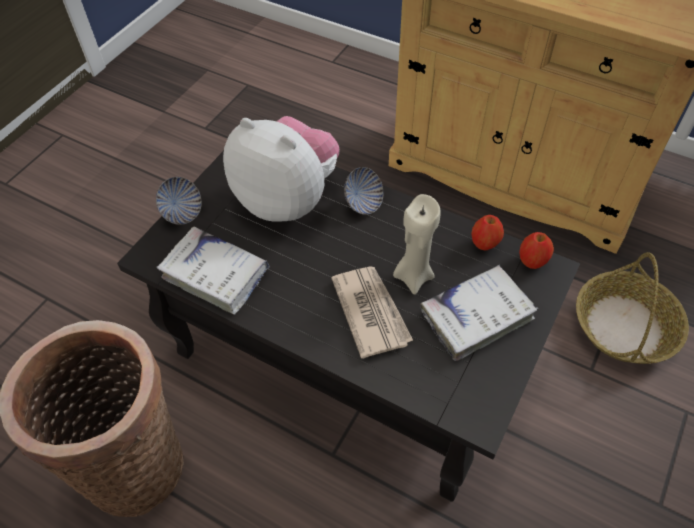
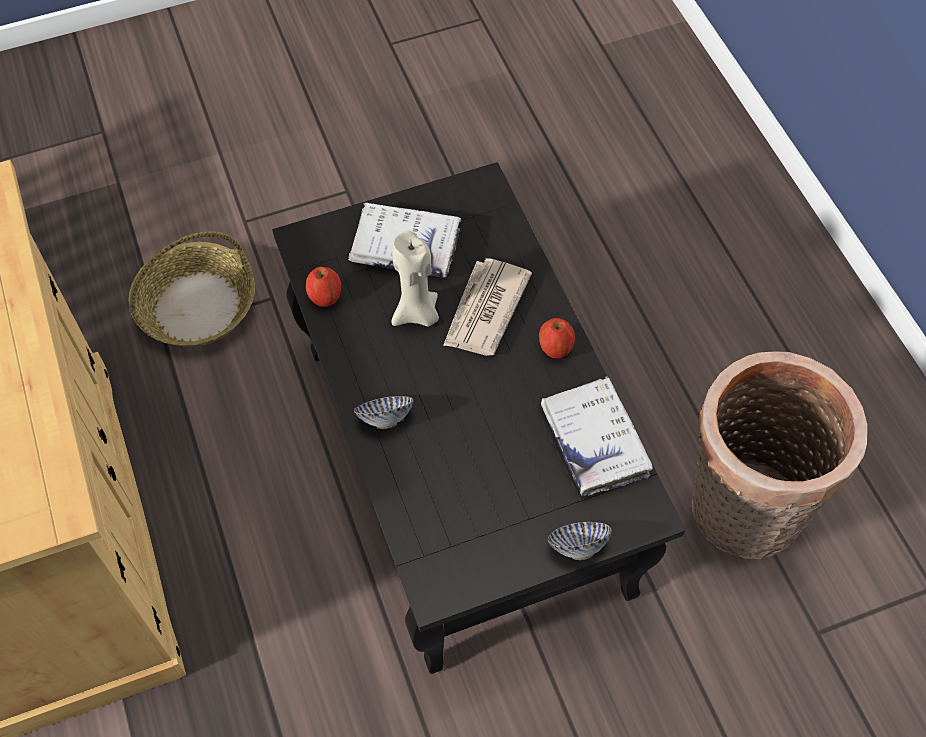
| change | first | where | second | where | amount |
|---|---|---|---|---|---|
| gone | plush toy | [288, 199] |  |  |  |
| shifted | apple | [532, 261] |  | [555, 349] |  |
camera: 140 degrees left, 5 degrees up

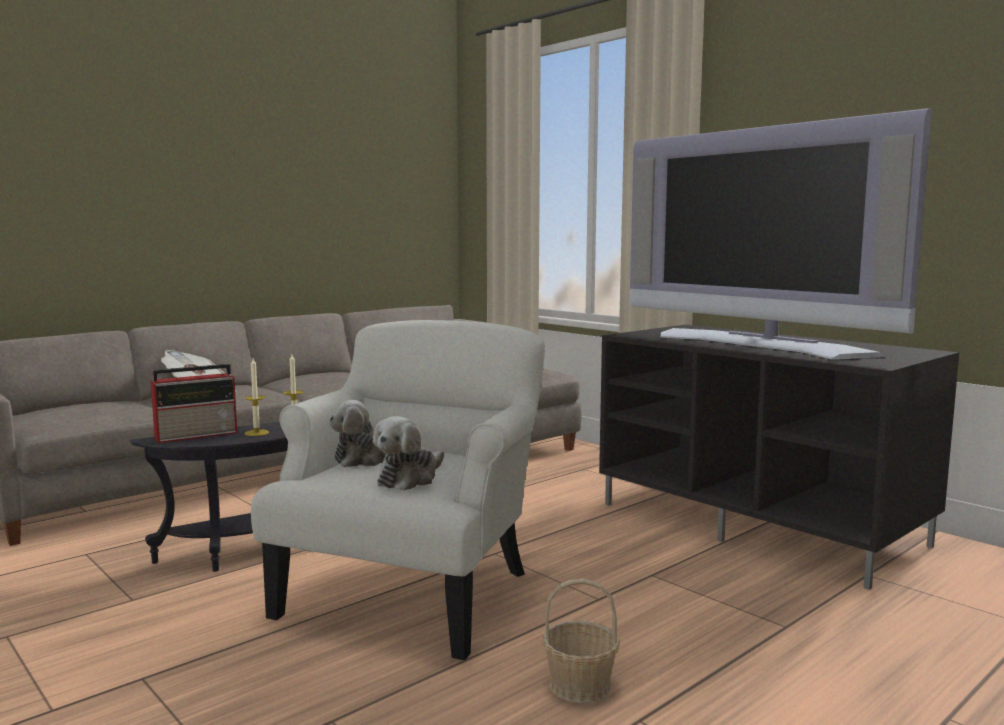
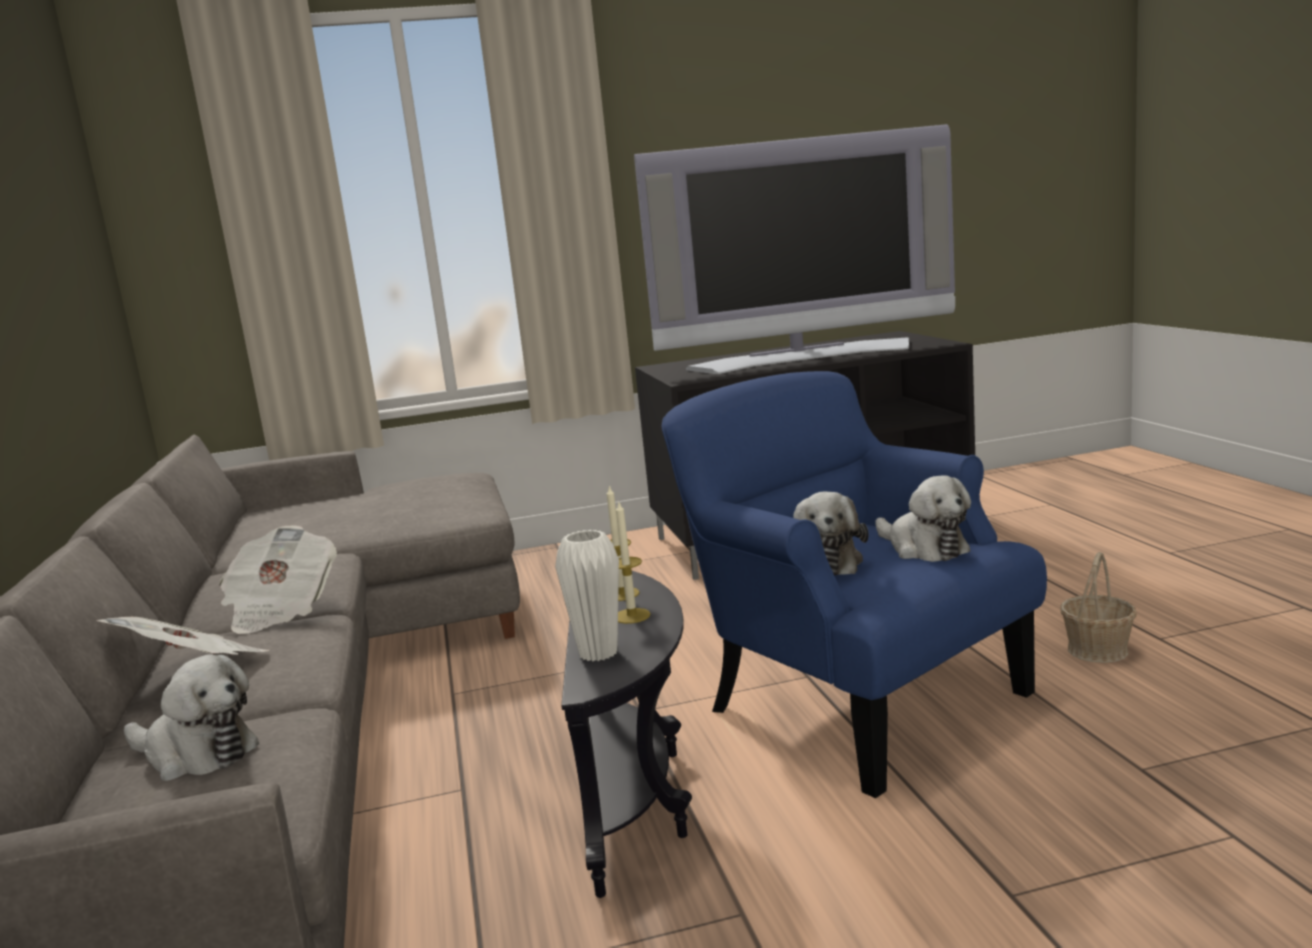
| change | first | where | second | where | amount |
|---|---|---|---|---|---|
| repainted | armchair in white | [413, 592] | armchair in blue | [856, 701] |  |
| swapped | radio | [198, 435] | vase in white | [598, 653] |  |
| new |  |  | newspaper | [280, 609] |  |
| new |  |  | plush toy | [196, 754] |  |
camera: 60 degrees left, 5 degrees up

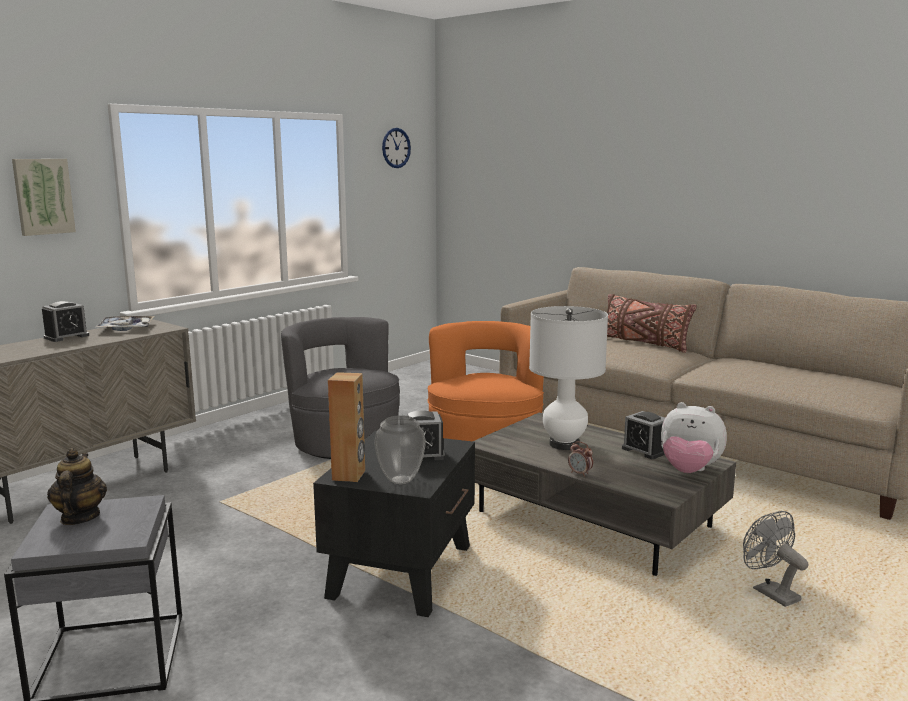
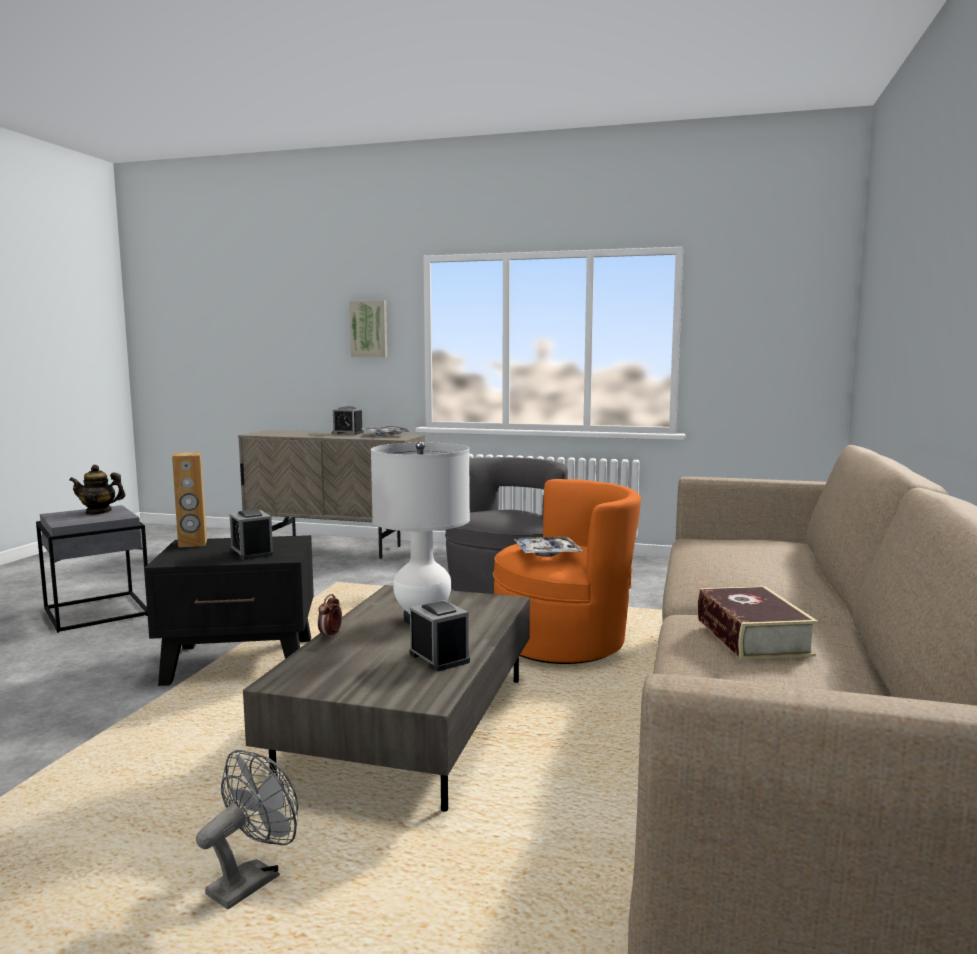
| change | first | where | second | where | amount |
|---|---|---|---|---|---|
| gone | wall clock | [396, 148] |  |  |  |
| gone | pillow in brown | [644, 343] |  |  |  |
| gone | plush toy | [689, 471] |  |  |  |
| rotated | alarm clock | [644, 450] |  | [439, 657] | 120 degrees clockwise |
| gone | vase | [400, 480] |  |  |  |
| rotated | teapot | [79, 517] |  | [99, 512] | 150 degrees counterclockwise |
| new |  |  | tray | [547, 553] |  |
| new |  |  | book | [752, 636] |  |
camera: 65 degrees right, 5 degrees down

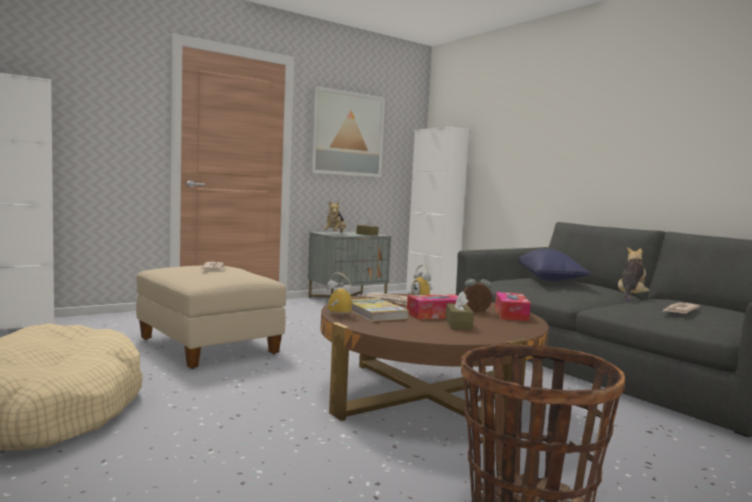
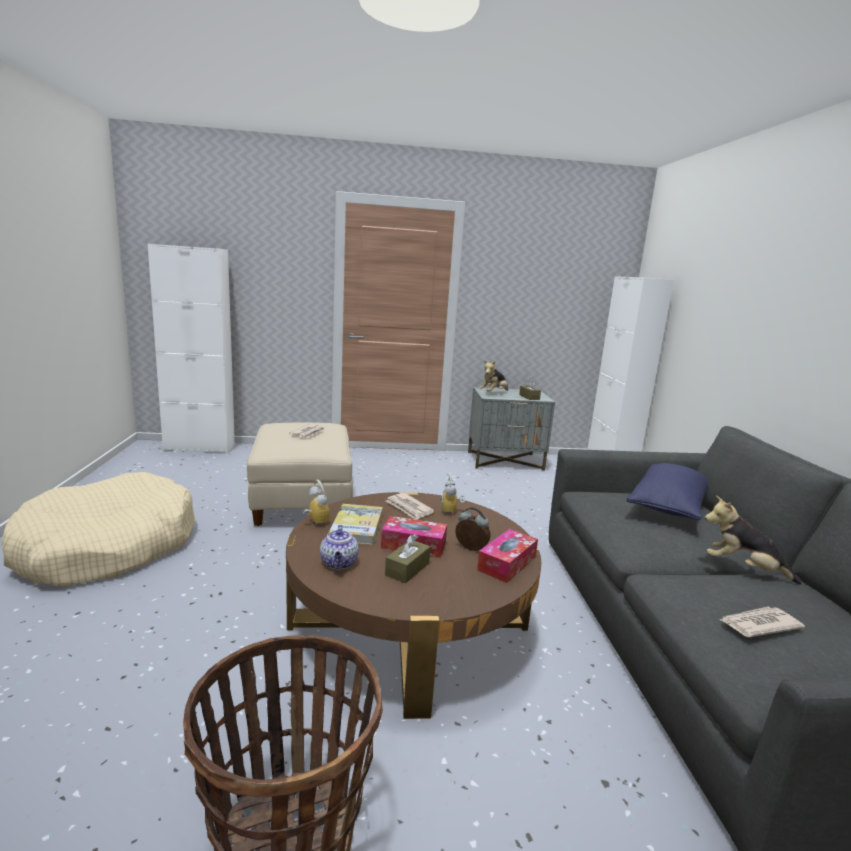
| change | first | where | second | where | amount |
|---|---|---|---|---|---|
| gone | picture | [347, 134] |  |  |  |
| rotated | plush toy | [631, 297] |  | [743, 569] | 120 degrees counterclockwise |
| new |  |  | teapot | [339, 563] |  |
camera: 30 degrees right, 10 degrees up

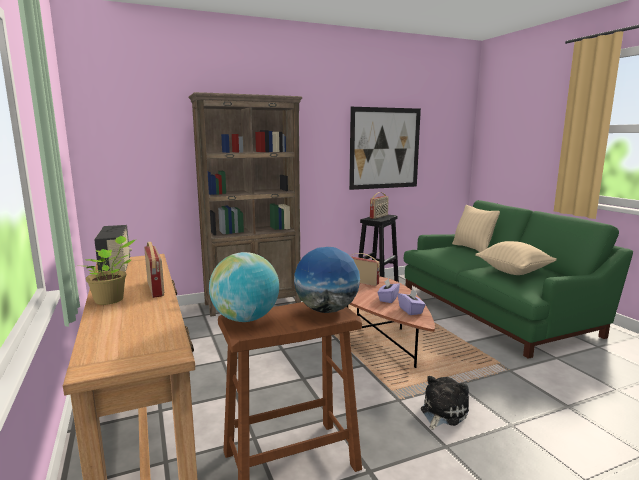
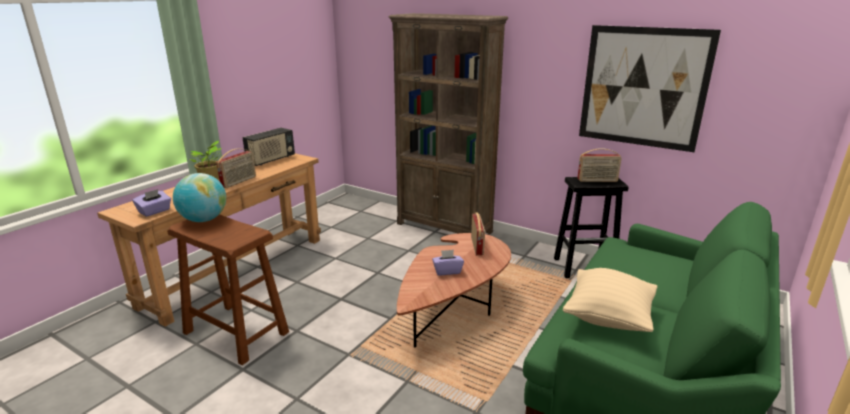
| change | first | where | second | where | amount |
|---|---|---|---|---|---|
| gone | pillow in beige | [472, 248] |  |  |  |
| gone | globe | [327, 310] |  |  |  |
| shifted | tissue box in purple | [411, 310] |  | [155, 211] |  |
| gone | plush toy | [442, 412] |  |  |  |
camera: 55 degrees right, 10 degrees up

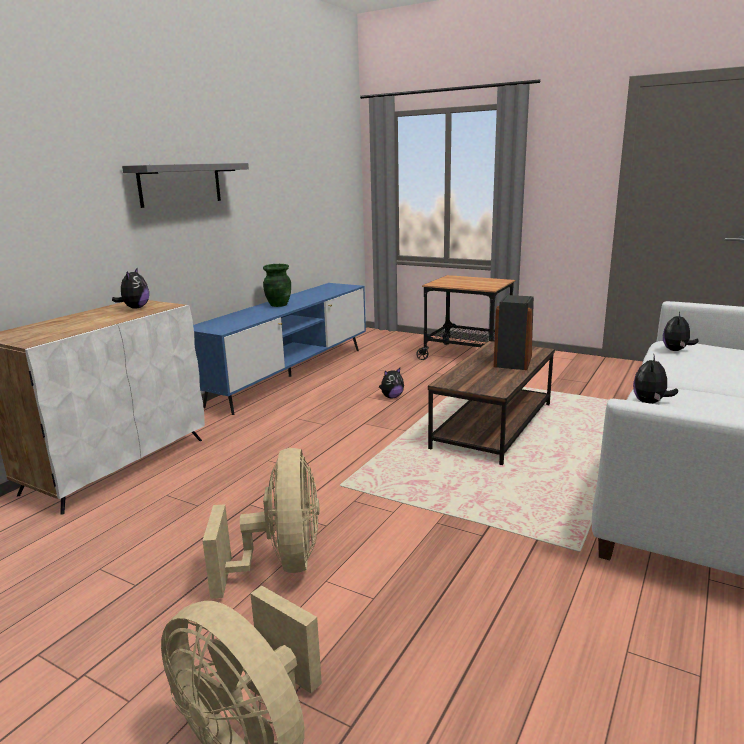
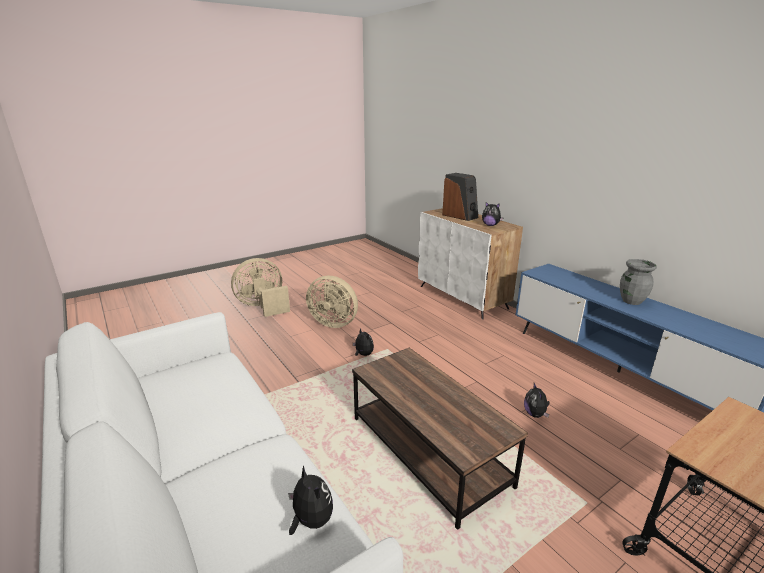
| change | first | where | second | where | amount |
|---|---|---|---|---|---|
| gone | shelf in grey | [180, 184] |  |  |  |
| repainted | vase in green | [278, 305] | vase in grey | [631, 301] |  |
| shifted | speaker | [514, 361] |  | [460, 216] |  |
| shifted | plush toy | [650, 403] |  | [363, 354] |  |
camera: 115 degrees right, 5 degrees up

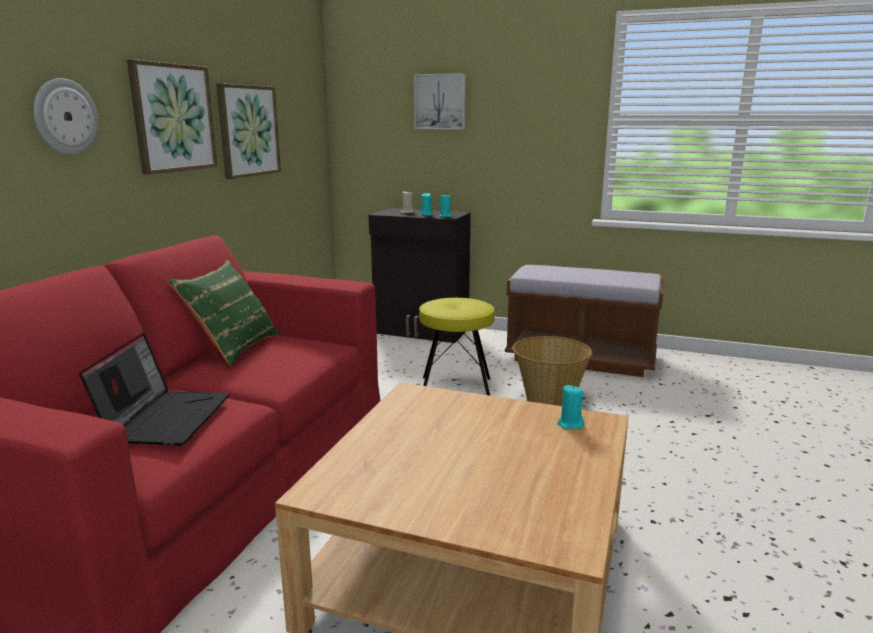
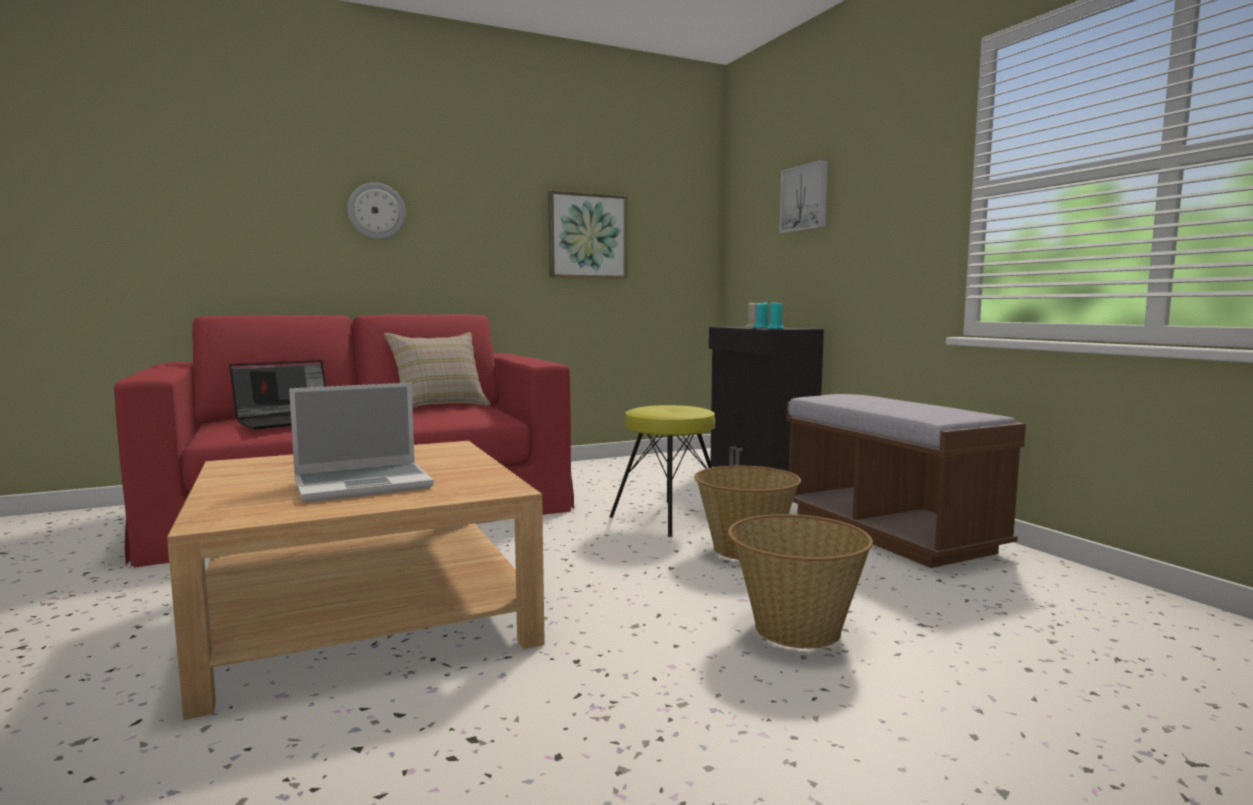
| change | first | where | second | where | amount |
|---|---|---|---|---|---|
| gone | picture | [173, 118] |  |  |  |
| repainted | pillow in green | [233, 347] | pillow in beige | [439, 406] |  |
| gone | candle in turquoise | [570, 424] |  |  |  |
| new |  |  | laptop | [364, 484] |  |
| new |  |  | basket | [795, 629] |  |
camera: 45 degrees right, 10 degrees down

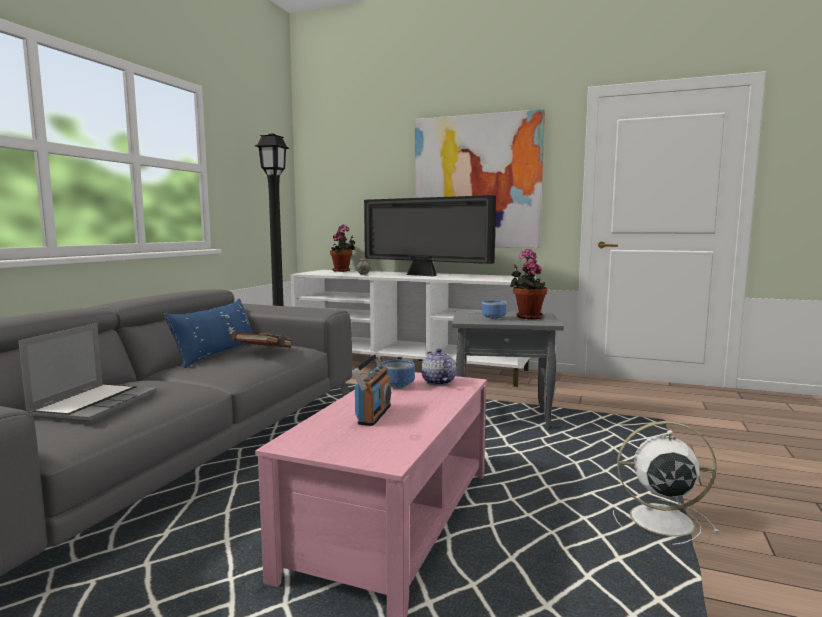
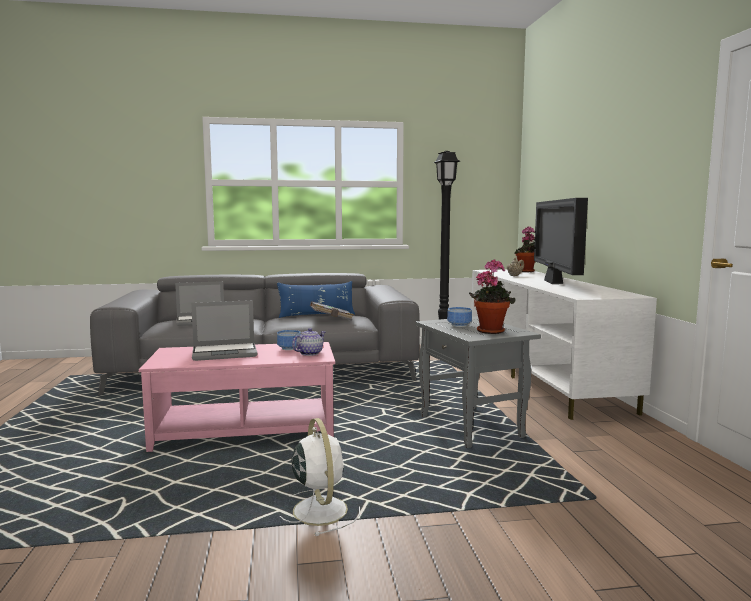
| change | first | where | second | where | amount |
|---|---|---|---|---|---|
| gone | picture | [476, 182] |  |  |  |
| repainted | book in brown | [264, 352] | book in grey | [331, 319] |  |
| swapped | radio | [373, 414] | laptop | [225, 353] |  |
camera: 60 degrees right, 0 degrees up

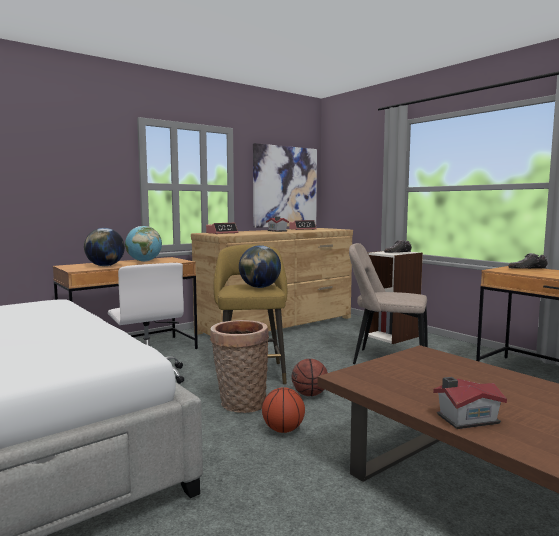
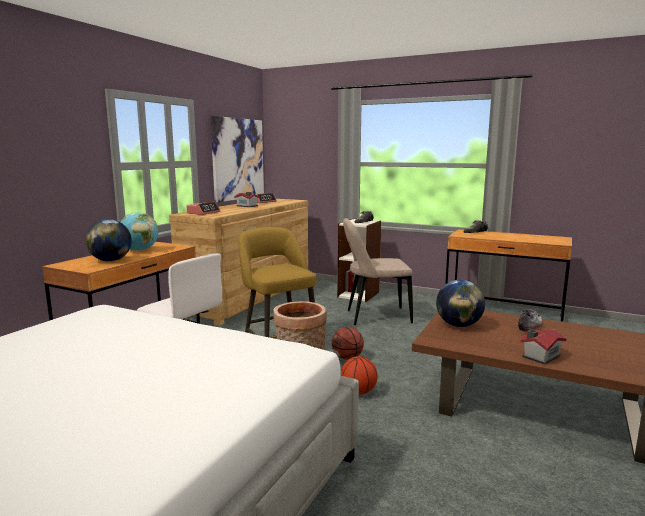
| change | first | where | second | where | amount |
|---|---|---|---|---|---|
| shifted | globe | [260, 287] |  | [458, 325] |  |
| new |  |  | shoe | [530, 326] |  |
camera: 25 degrees left, 5 degrees up

